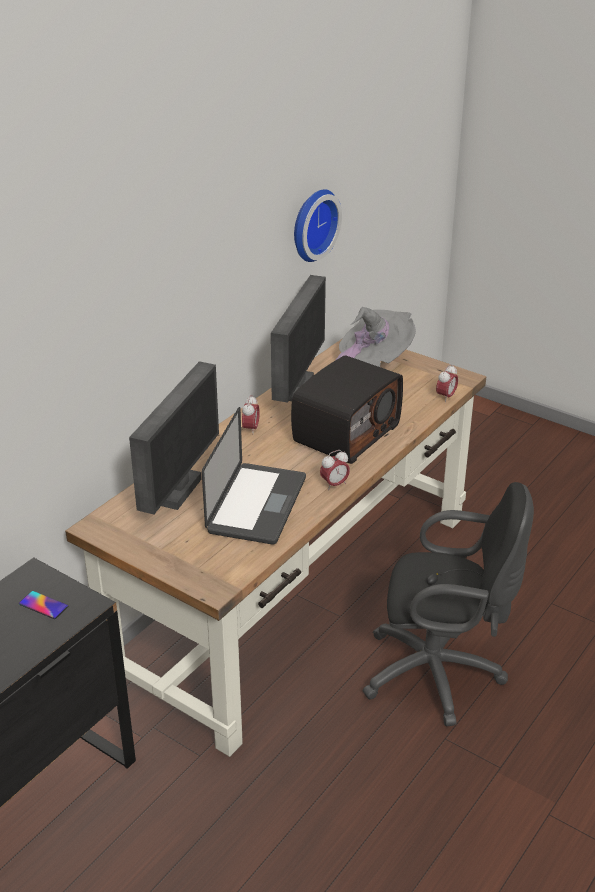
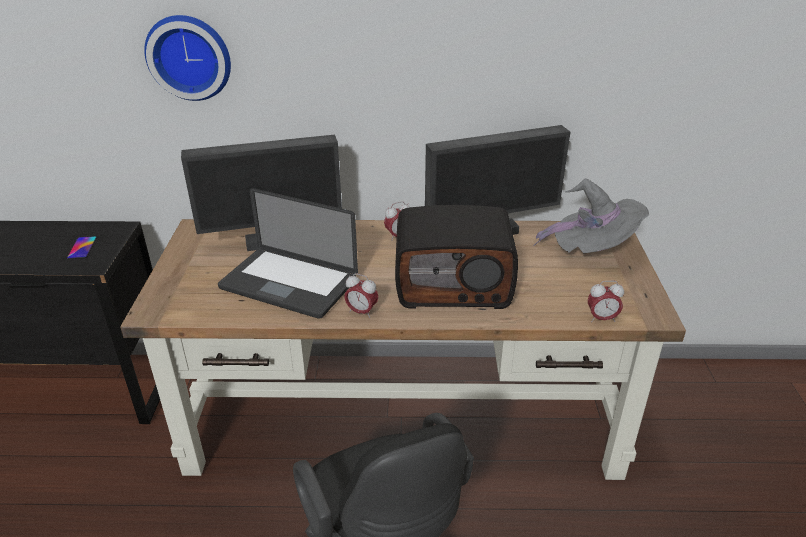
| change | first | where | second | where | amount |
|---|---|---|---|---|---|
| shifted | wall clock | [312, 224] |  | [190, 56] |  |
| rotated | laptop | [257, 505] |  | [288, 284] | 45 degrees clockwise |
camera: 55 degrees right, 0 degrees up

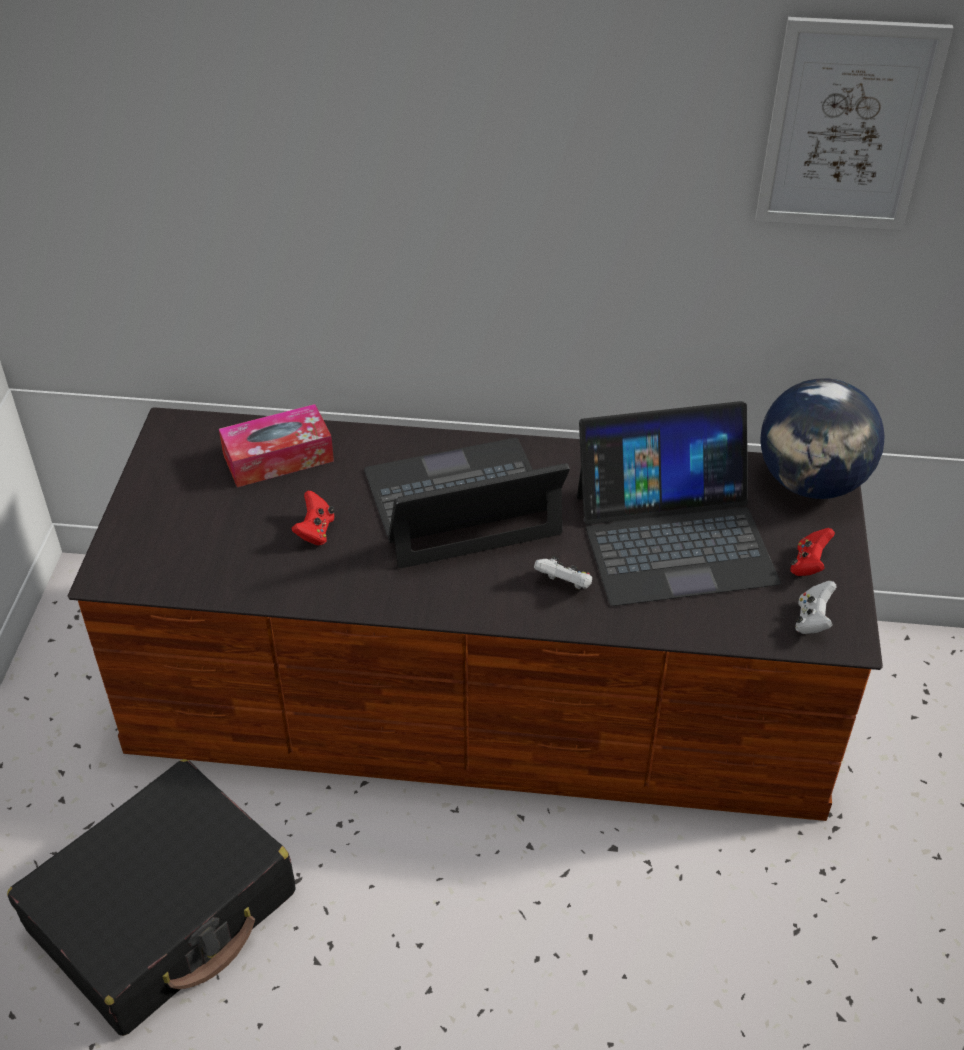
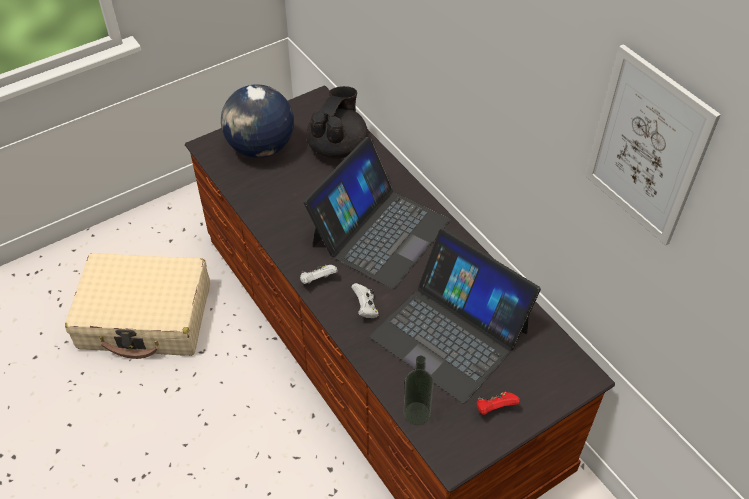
| change | first | where | second | where | amount |
|---|---|---|---|---|---|
| shifted | globe | [811, 483] |  | [260, 148] |  |
| swapped | tissue box | [278, 458] | teapot in black | [338, 147] |  |
| rotated | laptop | [461, 504] |  | [379, 232] | 90 degrees clockwise |
| gone | game controller in red | [315, 531] |  |  |  |
| shifted | game controller in white | [812, 620] |  | [317, 280] |  |
| repainted | suitcase in black | [164, 911] | suitcase in beige | [146, 317] |  |
| new |  |  | bottle | [416, 413] |  |
camera: 50 degrees right, 5 degrees up

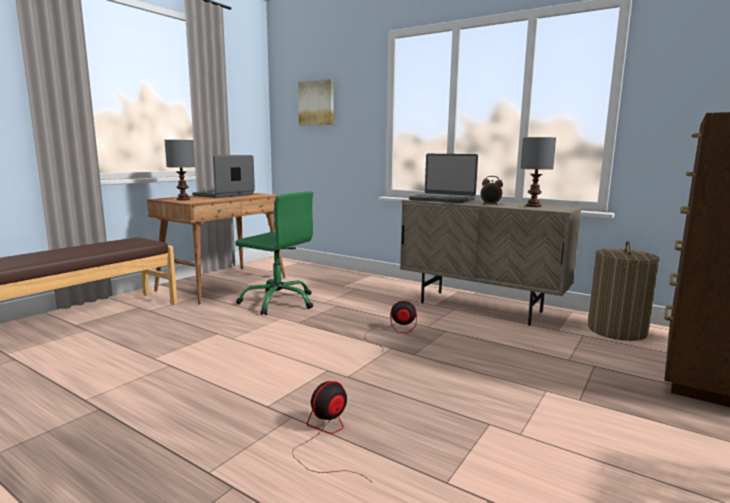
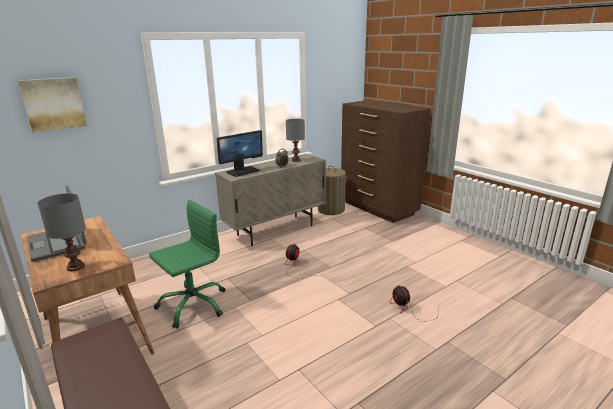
| change | first | where | second | where | amount |
|---|---|---|---|---|---|
| swapped | laptop | [442, 199] | monitor | [243, 171] |  |
camera: 70 degrees left, 10 degrees up

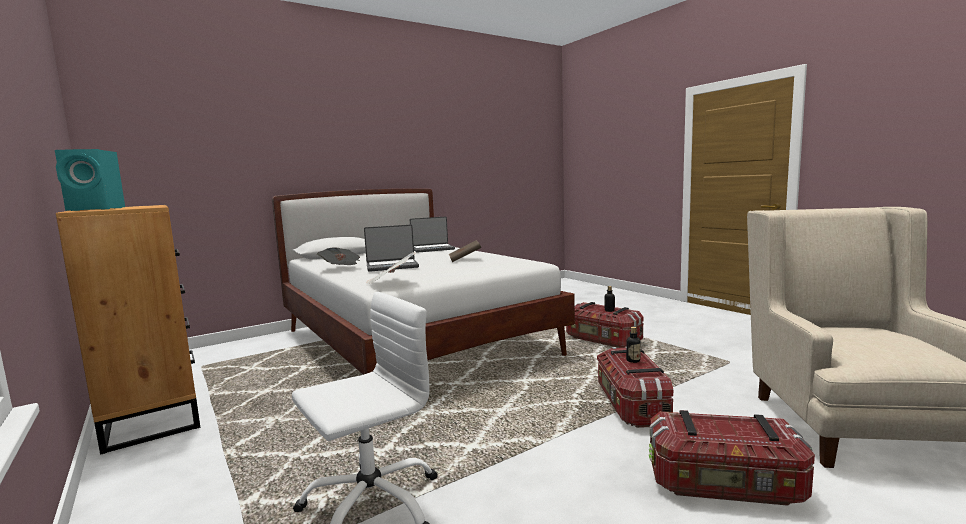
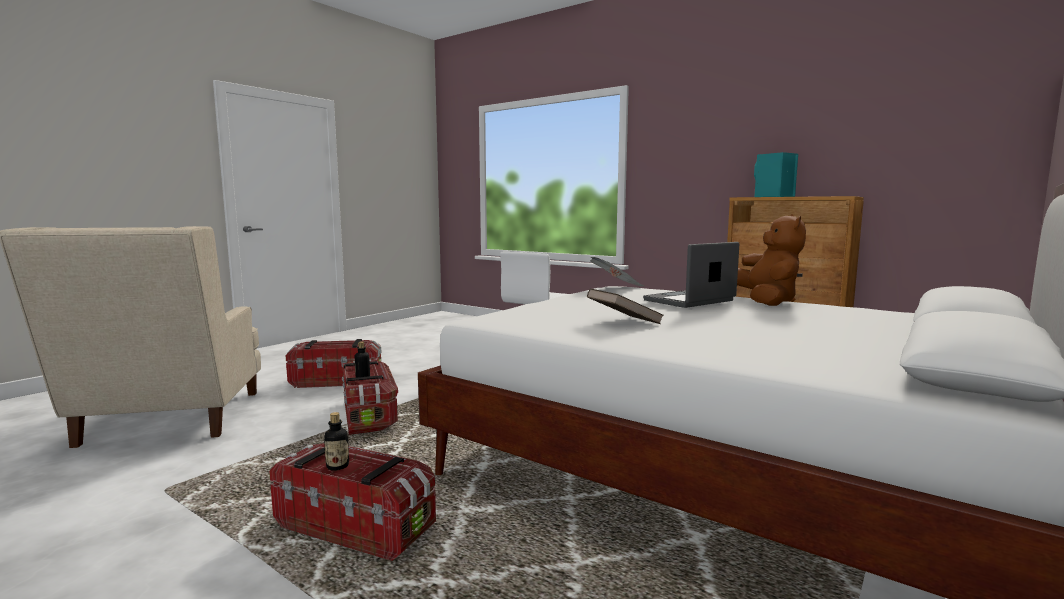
| change | first | where | second | where | amount |
|---|---|---|---|---|---|
| gone | laptop | [432, 249] |  |  |  |
| swapped | newspaper | [341, 268] | plush toy in brown | [767, 301] |  |
camera: 160 degrees right, 0 degrees up

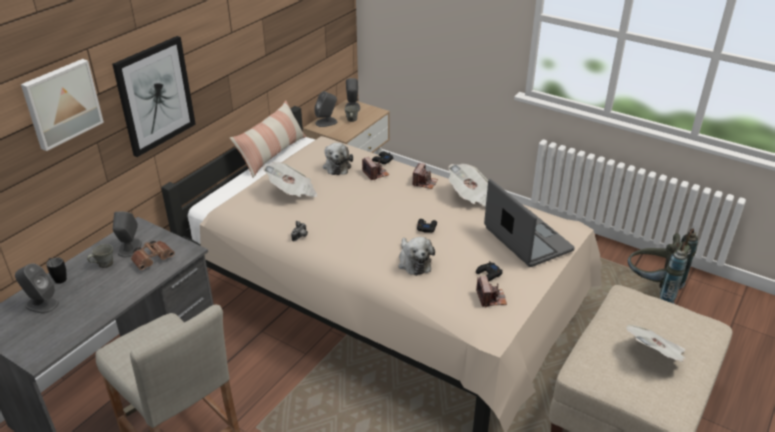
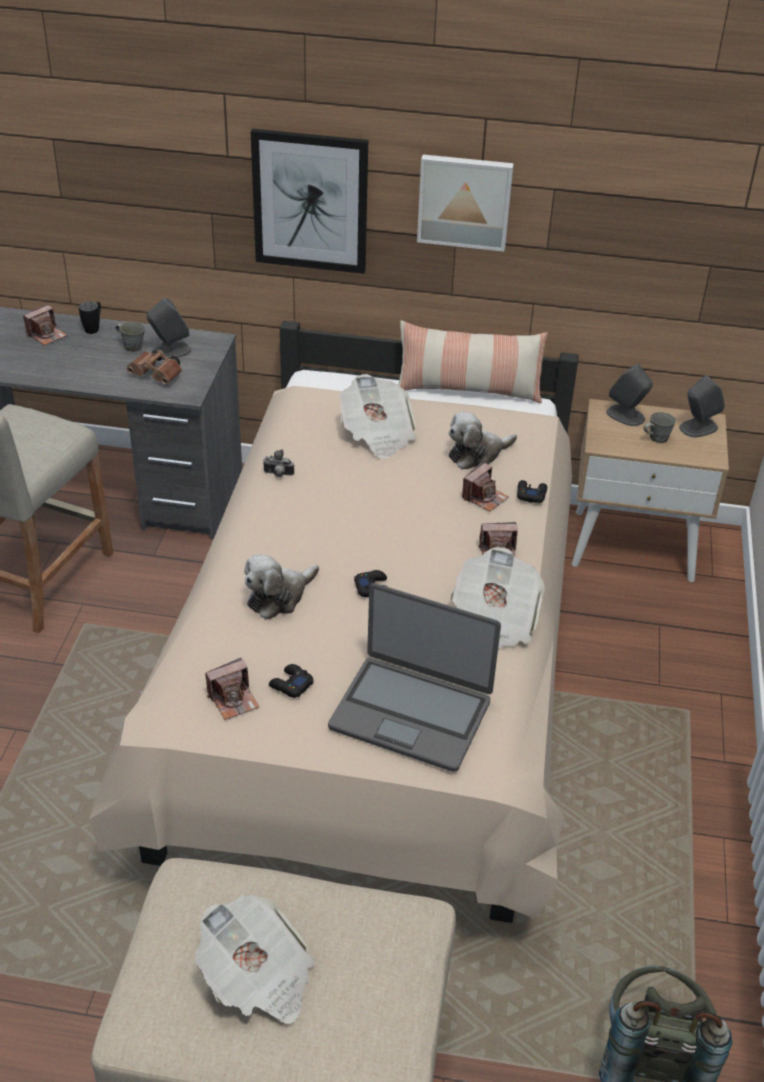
| change | first | where | second | where | amount |
|---|---|---|---|---|---|
| shifted | picture | [61, 103] |  | [464, 201] |  |
| rotated | laptop | [527, 240] |  | [411, 713] | 75 degrees clockwise |
| swapped | speaker in grey | [41, 304] | photo camera | [47, 335] |  |
camera: 65 degrees right, 5 degrees up

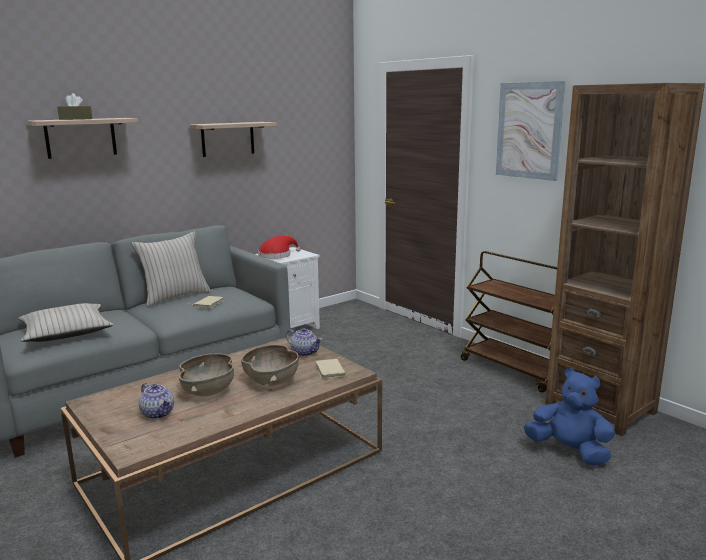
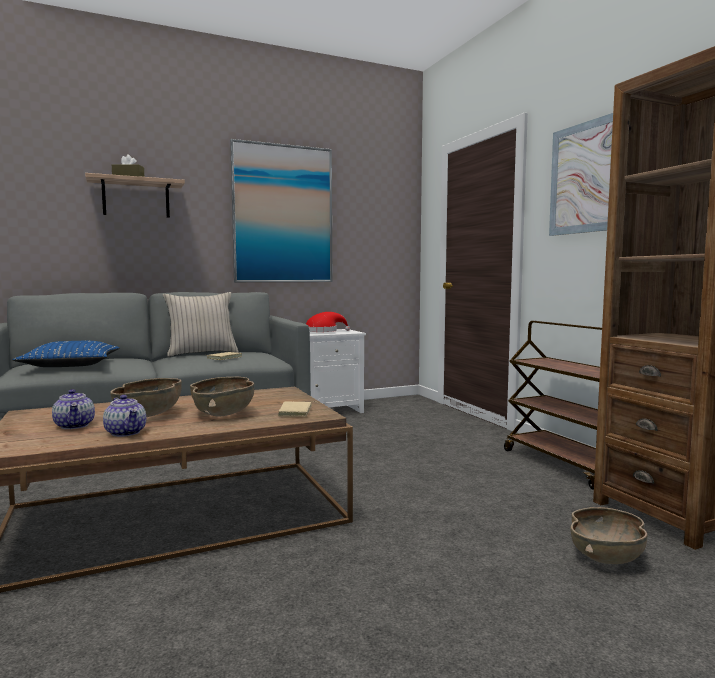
| change | first | where | second | where | amount |
|---|---|---|---|---|---|
| swapped | shelf | [228, 139] | picture | [283, 214] |  |
| repainted | pillow in beige | [66, 332] | pillow in blue | [71, 365] |  |
| shifted | teapot | [305, 352] |  | [126, 433] |  |
| swapped | plush toy in blue | [569, 451] | bowl in brown | [606, 556] |  |
camera: 15 degrees right, 10 degrees down

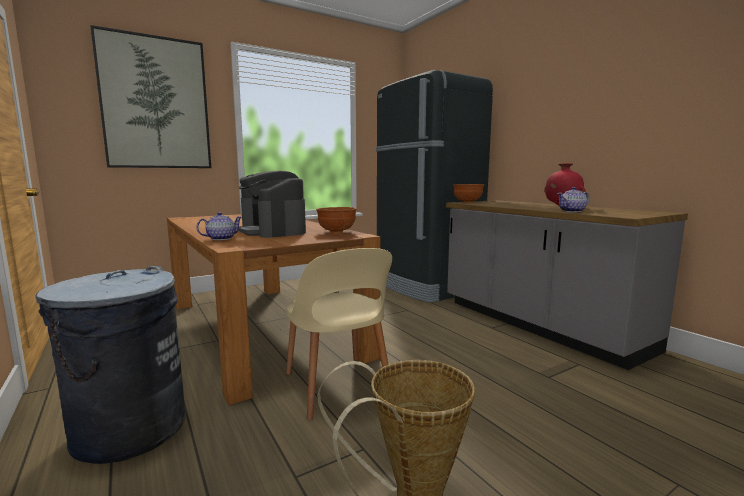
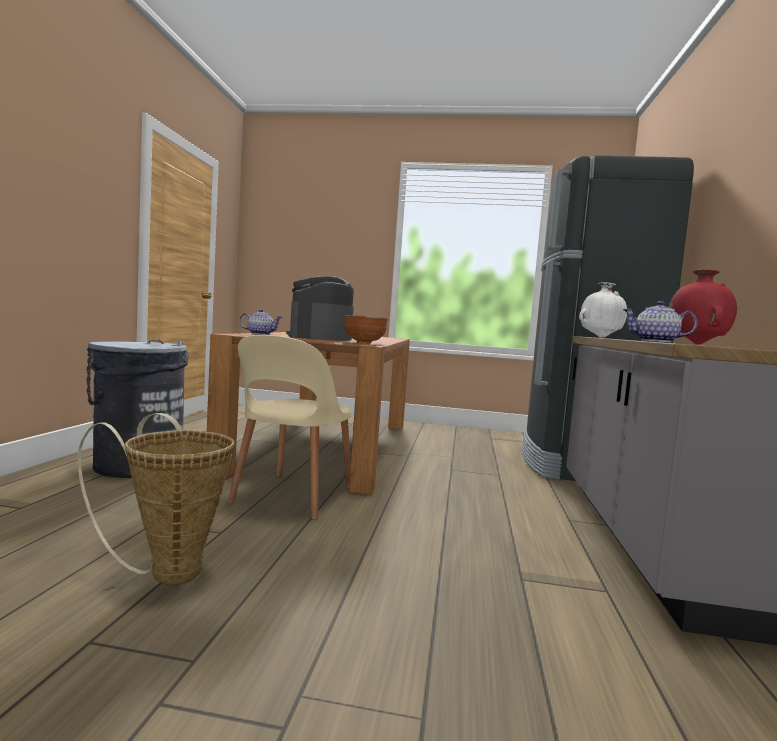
| change | first | where | second | where | amount |
|---|---|---|---|---|---|
| gone | picture | [156, 103] |  |  |  |
| swapped | bowl in brown | [467, 202] | vase in white | [601, 337] |  |
camera: 40 degrees right, 5 degrees down

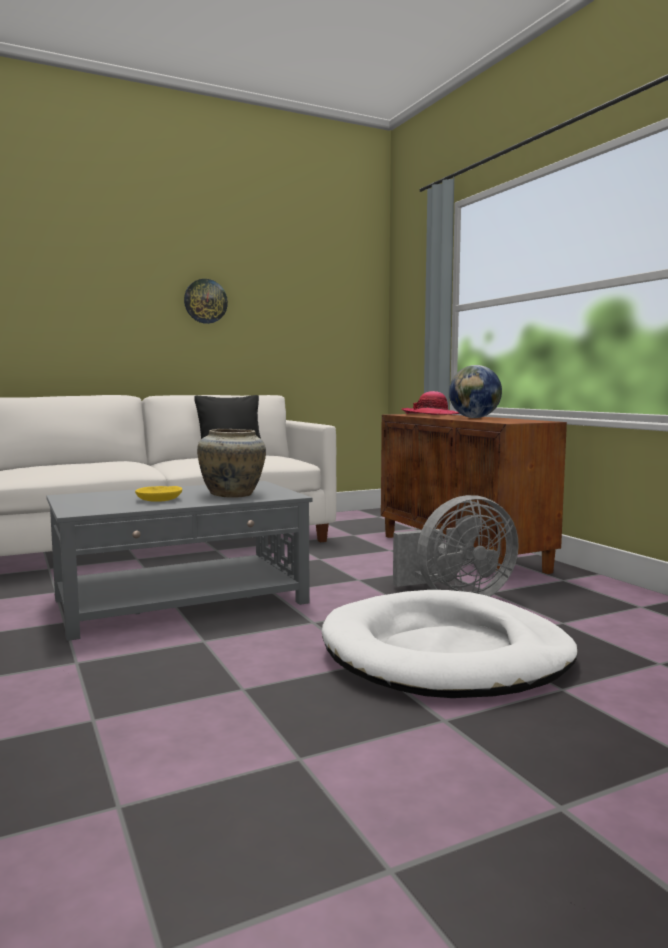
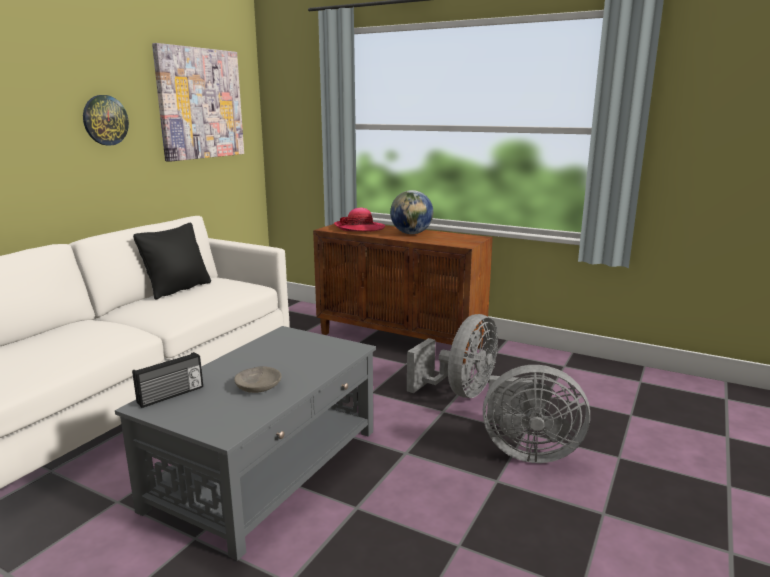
| change | first | where | second | where | amount |
|---|---|---|---|---|---|
| gone | vase in beige | [232, 495] |  |  |  |
| repainted | bowl in yellow | [159, 499] | bowl in grey | [258, 386] |  |
| swapped | dog bed in white | [446, 653] | fan in grey | [527, 451] |  |
| new |  |  | picture | [200, 104] |  |
| new |  |  | radio | [171, 395] |  |
camera: 35 degrees left, 10 degrees up

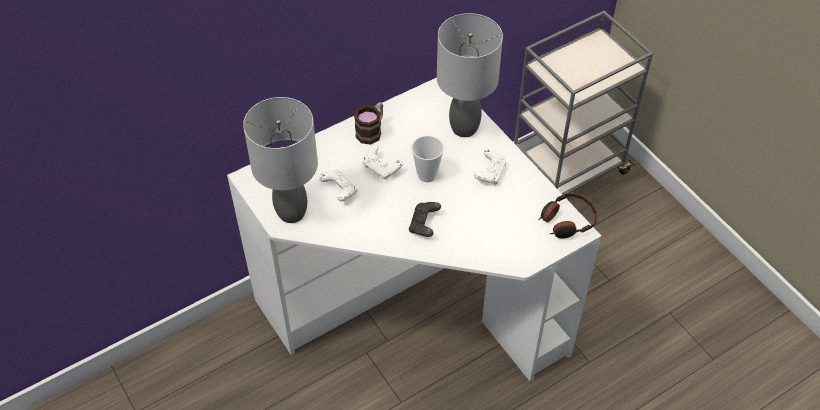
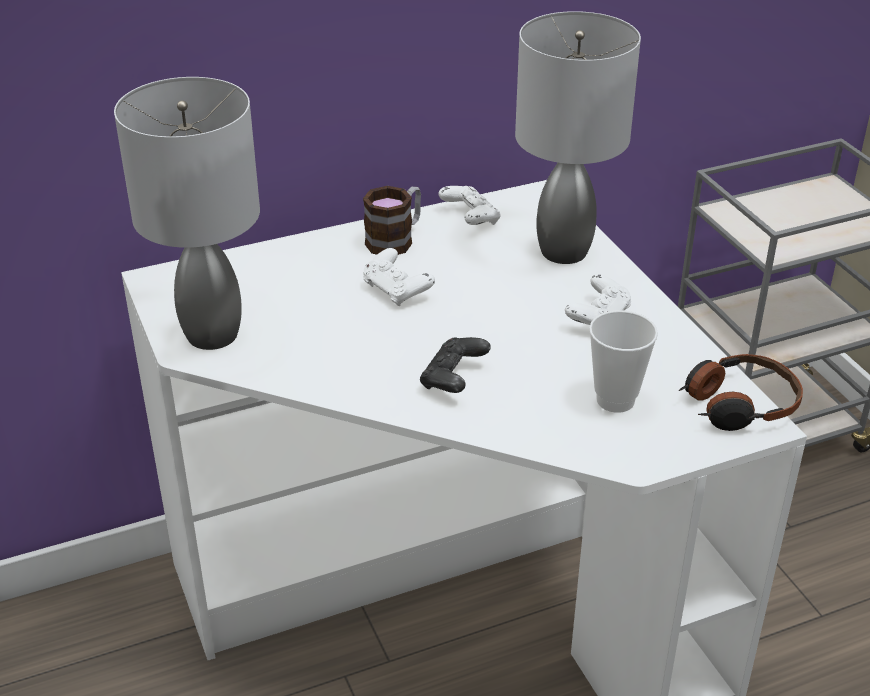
| change | first | where | second | where | amount |
|---|---|---|---|---|---|
| shifted | cup | [427, 175] |  | [615, 400] |  |
| shifted | game controller in white | [339, 190] |  | [470, 219] |  |
camera: 10 degrees right, 15 degrees down

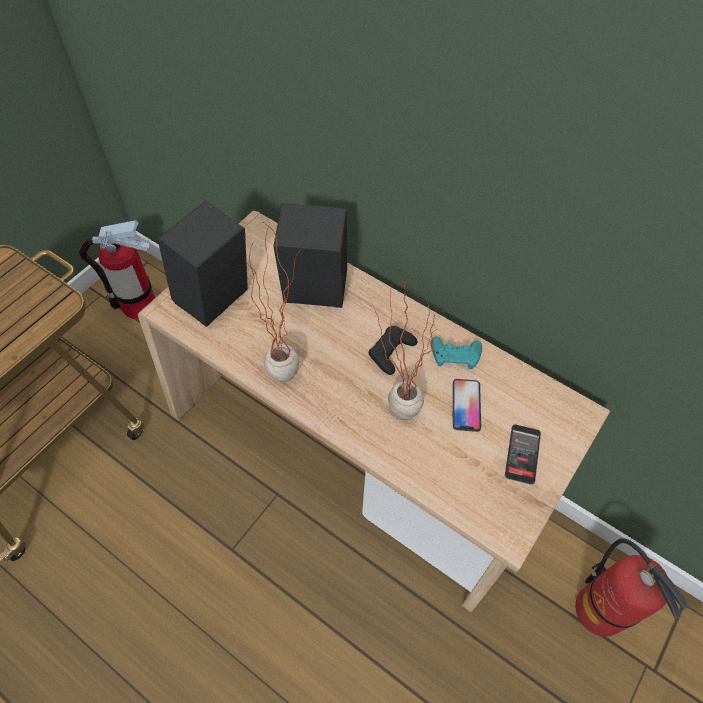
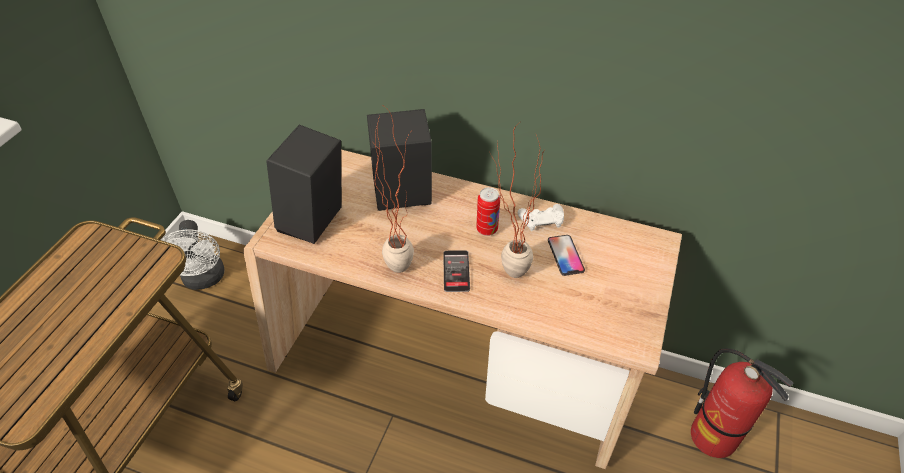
| change | first | where | second | where | amount |
|---|---|---|---|---|---|
| swapped | fire extinguisher | [138, 305] | fan in white | [204, 280] |  |
| swapped | game controller in black | [391, 352] | can | [487, 229] |  |
| repainted | game controller in turquoise | [455, 355] | game controller in white | [541, 220] |  |
| shifted | phone | [522, 454] |  | [456, 271] |  |
camera: 15 degrees left, 10 degrees down

